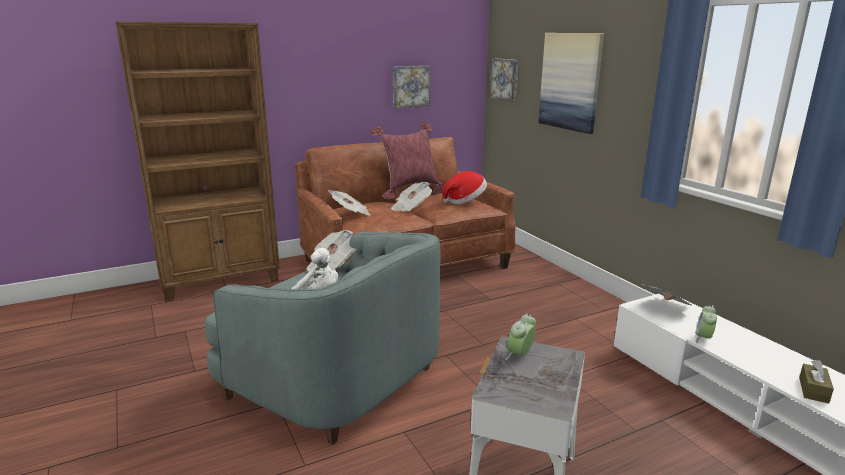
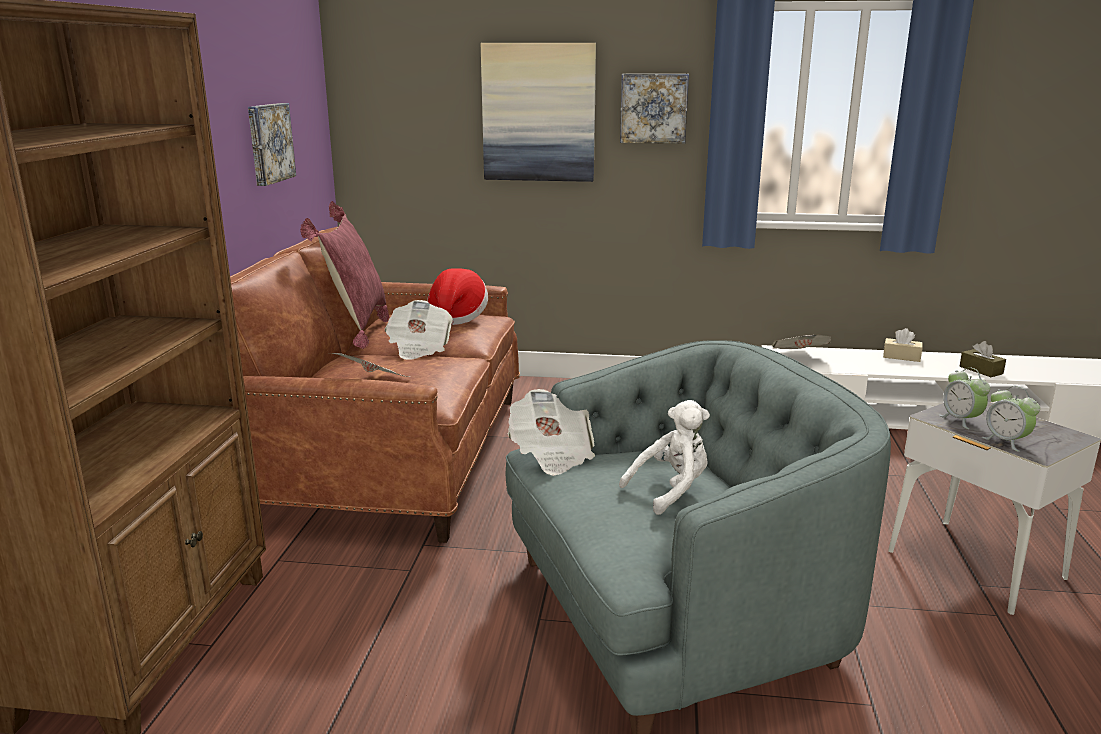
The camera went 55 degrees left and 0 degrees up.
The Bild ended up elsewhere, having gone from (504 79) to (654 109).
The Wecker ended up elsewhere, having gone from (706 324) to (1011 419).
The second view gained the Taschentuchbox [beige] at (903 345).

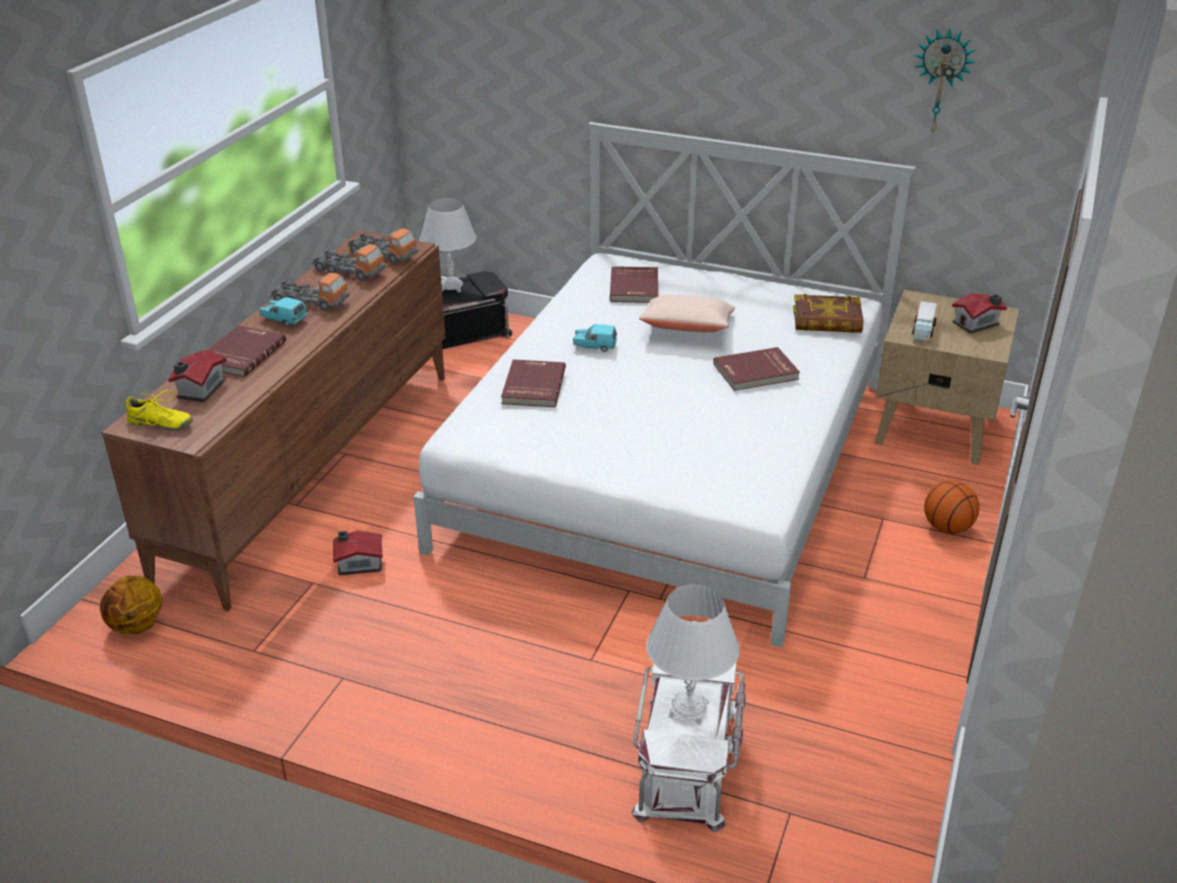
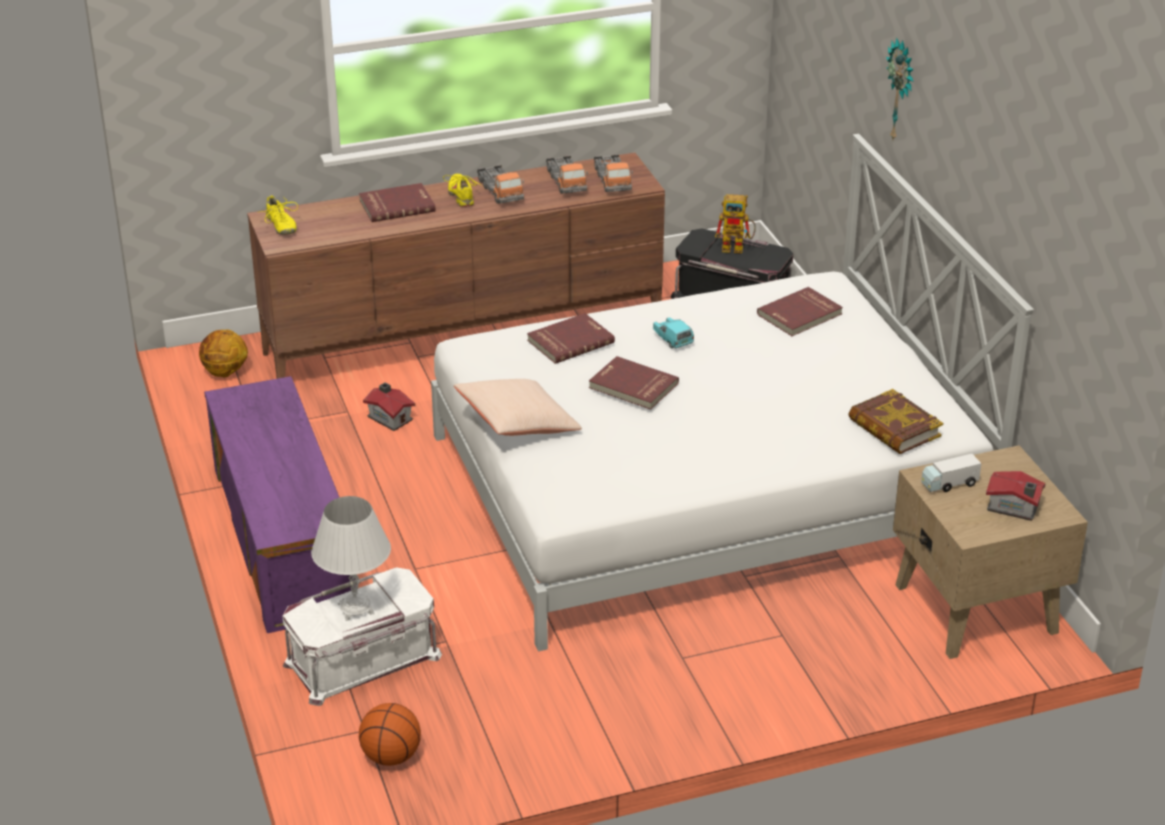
The camera went 50 degrees right and 0 degrees up.
The second view lost the Spielzeughaus at (198 375).
Where the Spielzeugauto [türkis] stood at (283 312), the Schuh [gelb] came to stand at (463 190).
Where the Tischlampe [weiß] stood at (448 245), the Spielzeugroboter came to stand at (735 223).
The Kissen [beige] ended up elsewhere, having gone from (687 313) to (518 407).
The Buch [rot] ended up elsewhere, having gone from (756 369) to (634 383).
The Wanduhr ended up elsewhere, having gone from (944 82) to (900 90).
The Basketball ended up elsewhere, having gone from (952 507) to (390 734).
The second view gained the Bank [lila] at (280 504).

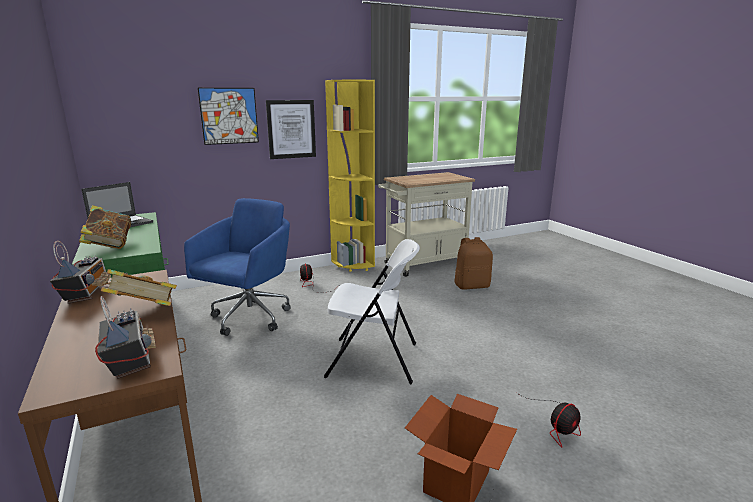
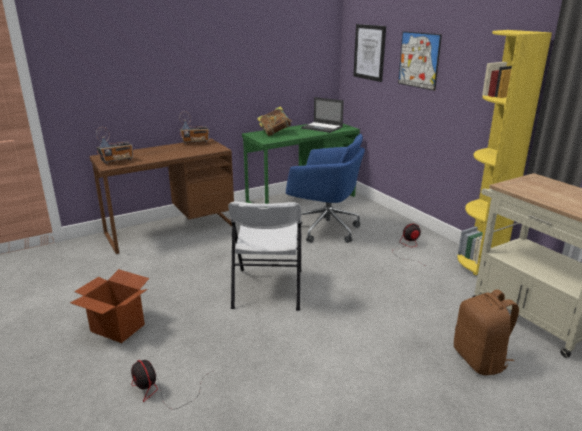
The camera went 85 degrees right and 5 degrees up.
The second view lost the Buch at (139 287).
The Bild ended up elsewhere, having gone from (291 129) to (369 53).

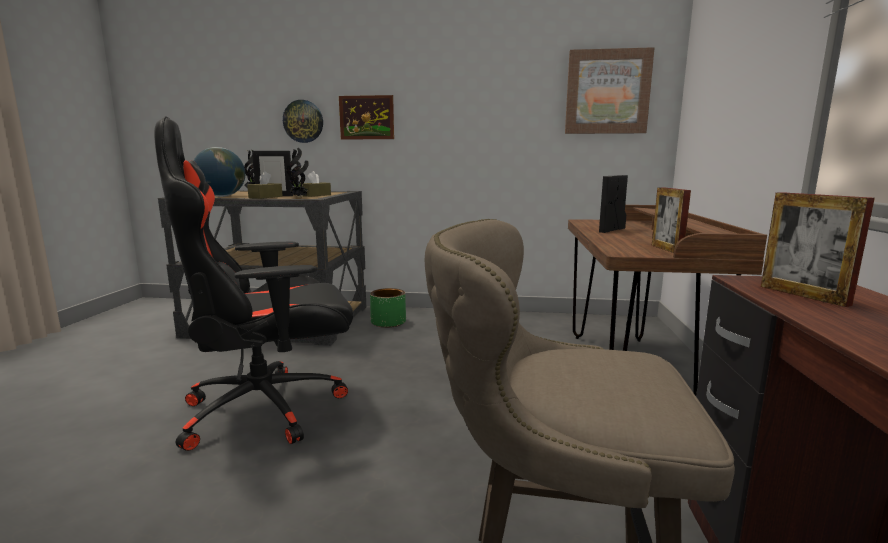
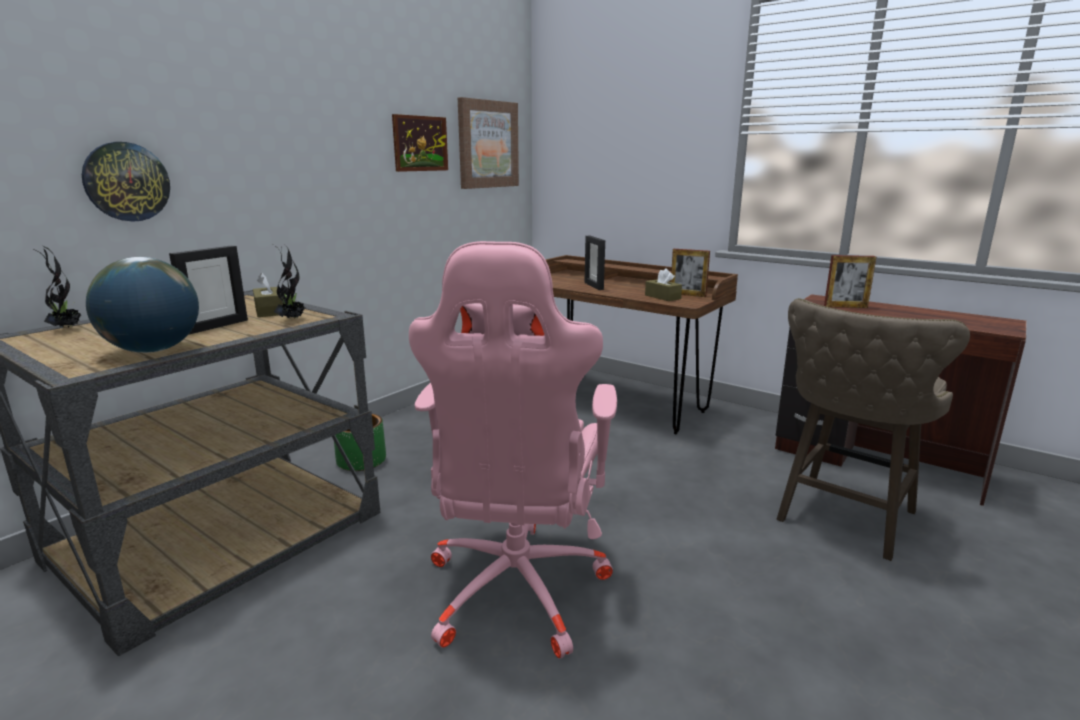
The camera went 60 degrees left and 5 degrees up.
What was the Bürostuhl [schwarz] at (253 283) turned into the Bürostuhl [rosa] at (513 450).
The Taschentuchbox [braun] ended up elsewhere, having gone from (265 185) to (663 284).
The Bild ended up elsewhere, having gone from (366 117) to (420 143).

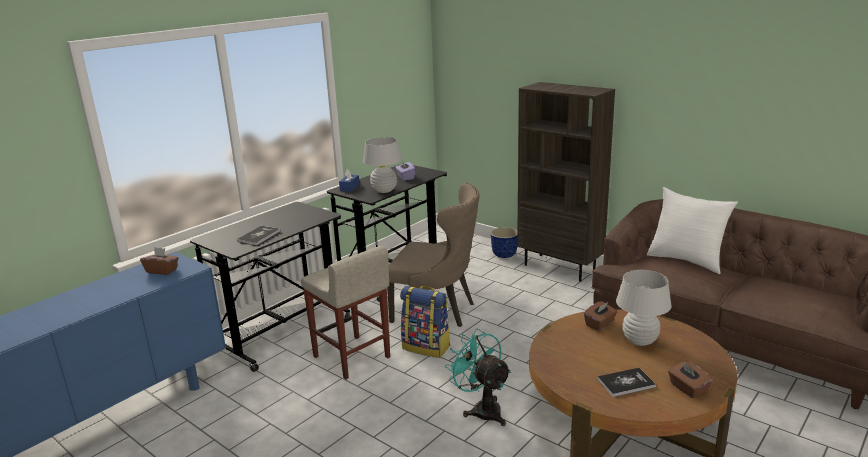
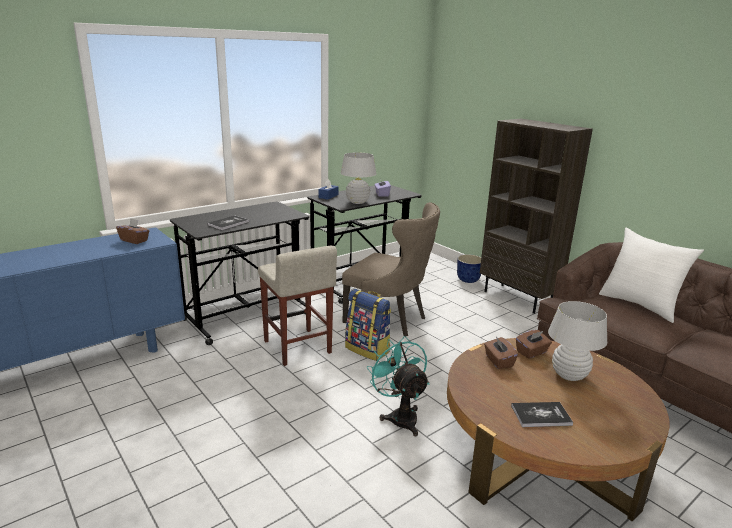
The camera went 10 degrees right and 0 degrees up.
The Taschentuchbox [braun] ended up elsewhere, having gone from (690 379) to (501 353).

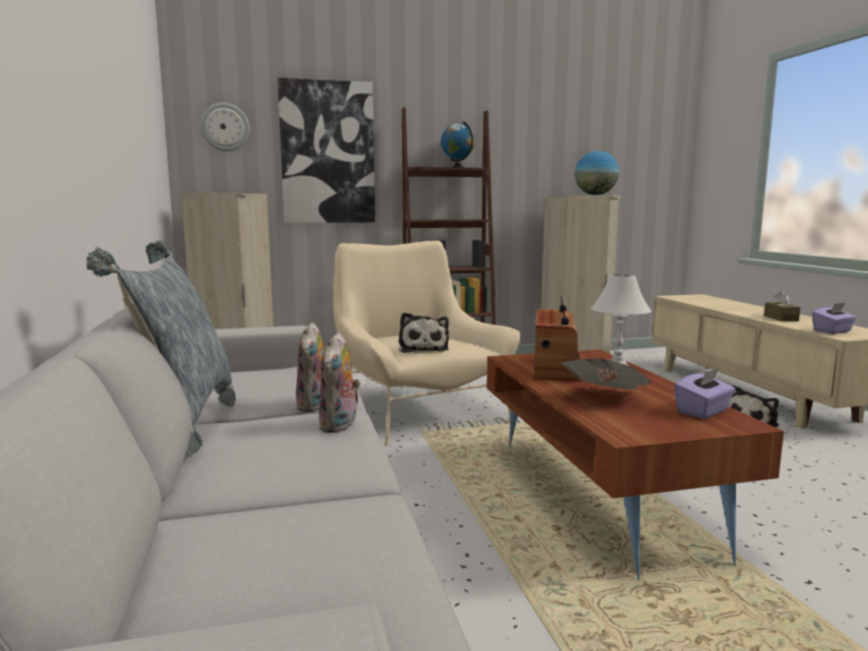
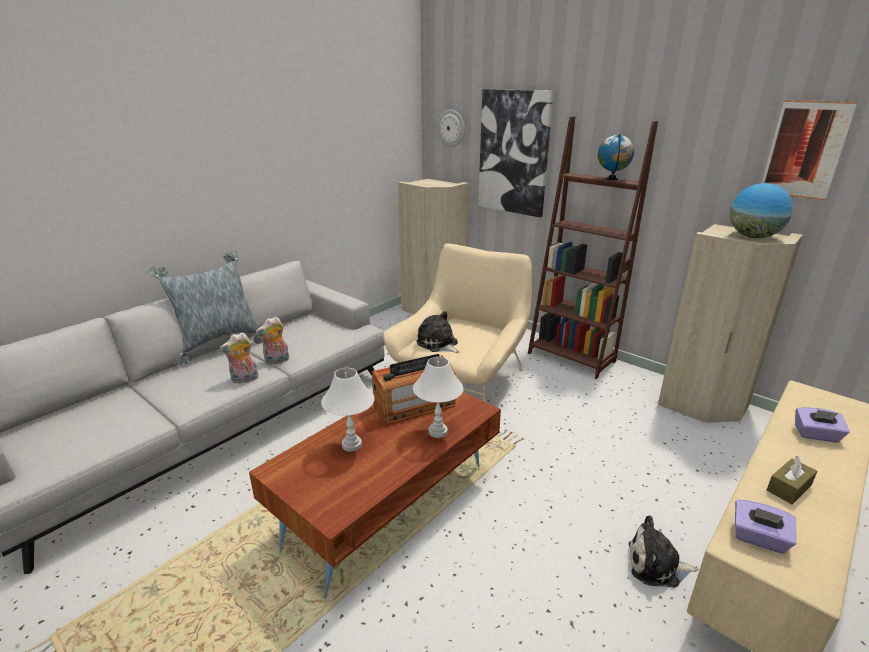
The camera went 55 degrees right and 15 degrees up.
The Plüschtier at (424 332) ended up facing another way, 90 degrees clockwise from before.
Where the Zeitung stood at (605 373), the Tischlampe [weiß] came to stand at (348 410).
The Taschentuchbox [lila] ended up elsewhere, having gone from (704 393) to (822 425).
The second view gained the Bild at (810 150).

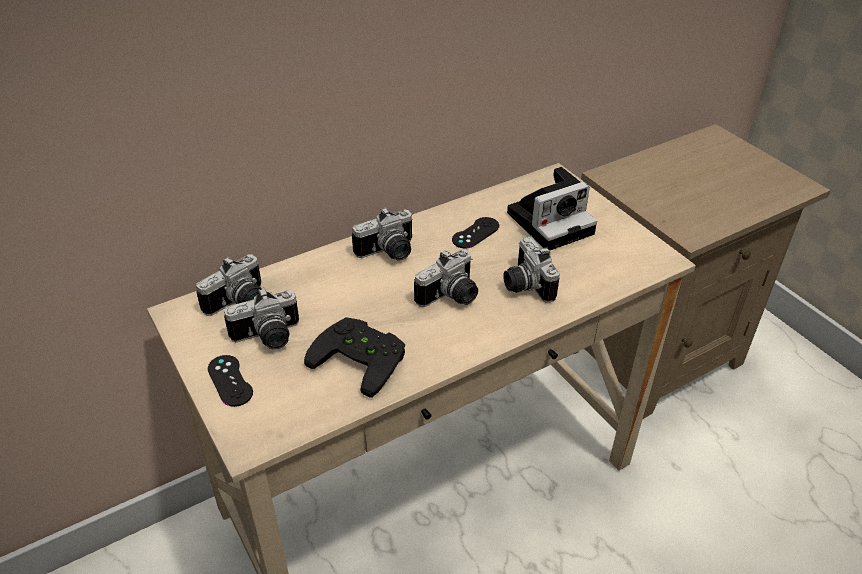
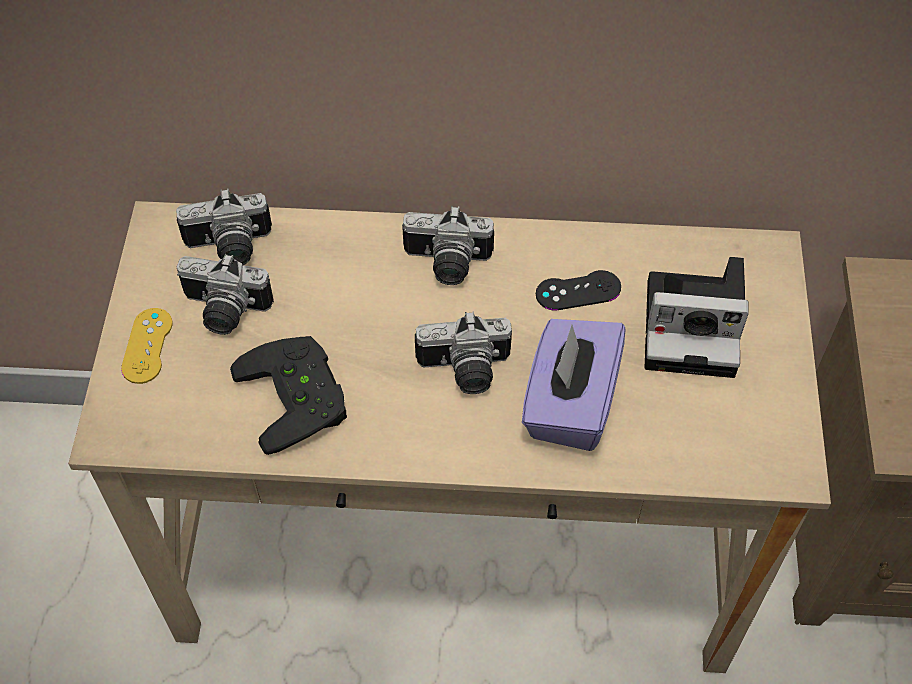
The camera went 35 degrees right and 15 degrees up.
What was the Gamepad [schwarz] at (230 381) turned into the Gamepad [gelb] at (147 346).
Where the Kamera stood at (531 269), the Taschentuchbox [lila] came to stand at (574 385).

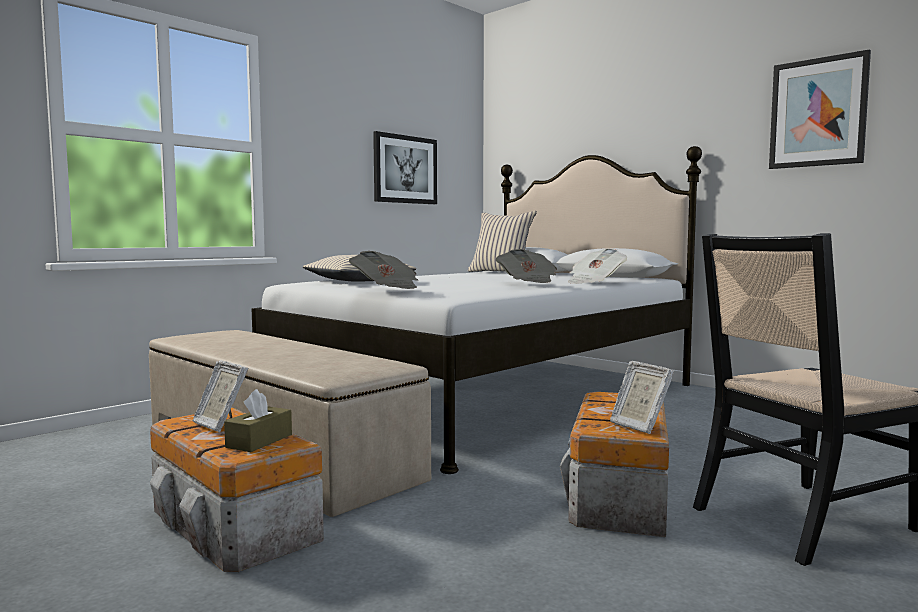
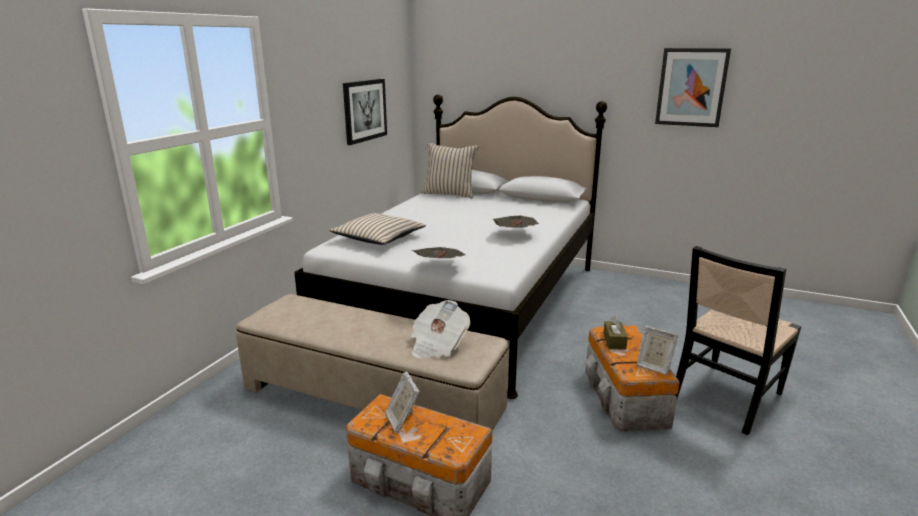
The camera went 20 degrees left and 15 degrees up.
The Bilderrahmen at (220 396) ended up facing another way, 45 degrees clockwise from before.
The Taschentuchbox [braun] ended up elsewhere, having gone from (258 420) to (615 333).
The Zeitung ended up elsewhere, having gone from (597 266) to (440 329).

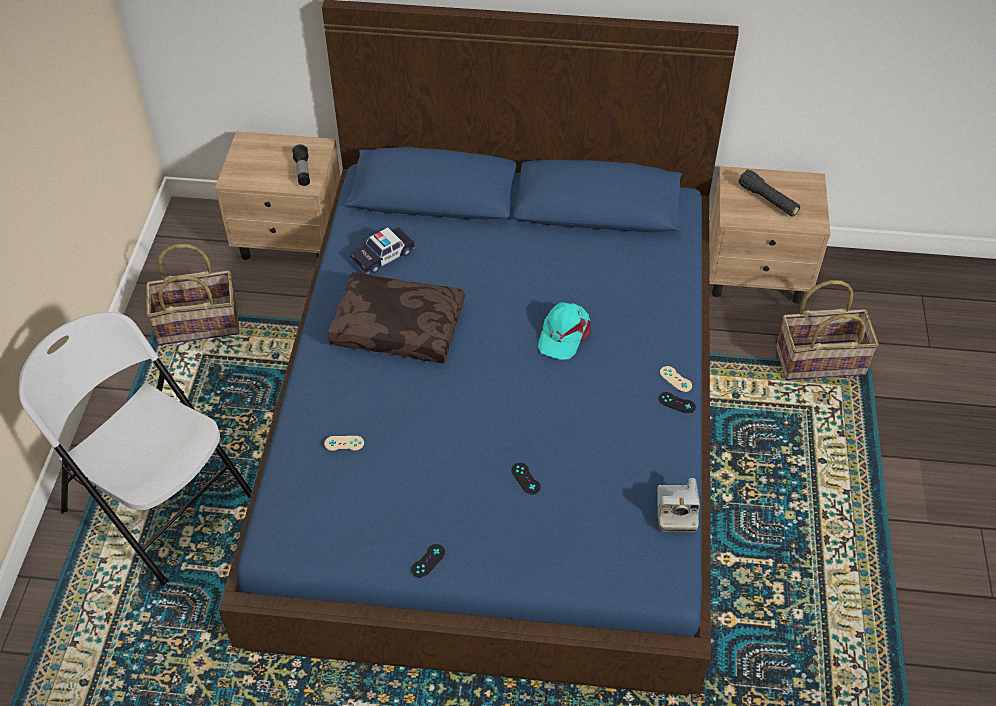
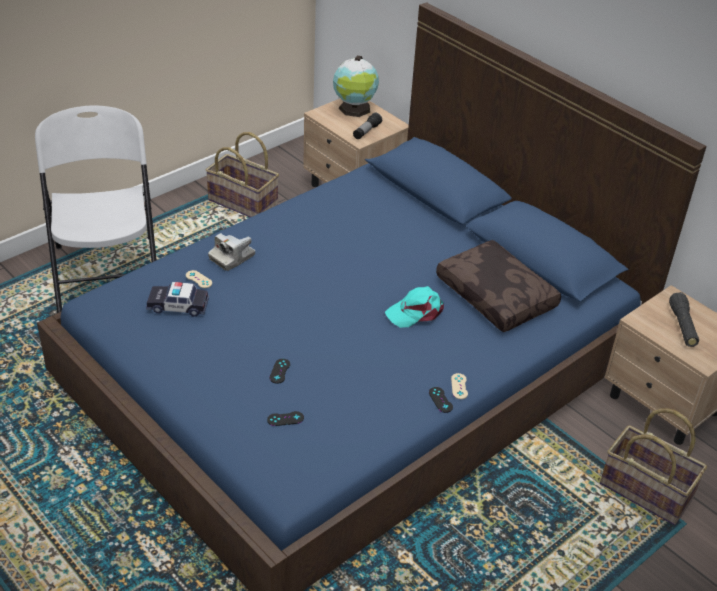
The camera went 40 degrees right and 10 degrees down.
The Kissen [braun] ended up elsewhere, having gone from (396 317) to (498 286).
The Spielzeugauto ended up elsewhere, having gone from (383 250) to (177 299).
The Gamepad [schwarz] ended up elsewhere, having gone from (428 561) to (285 418).
The Kamera ended up elsewhere, having gone from (678 505) to (231 252).
The second view gained the Globus at (356 86).

